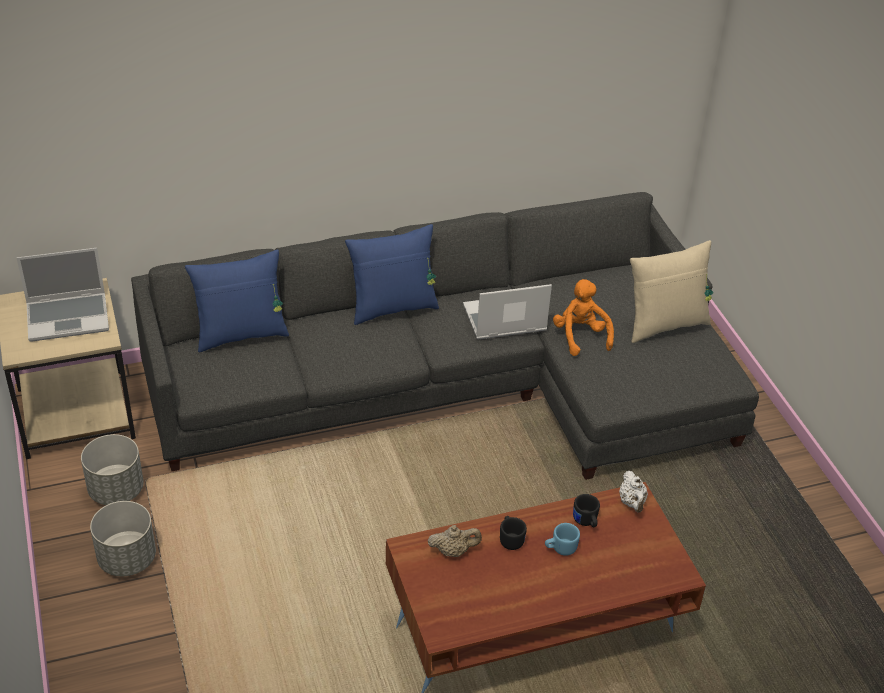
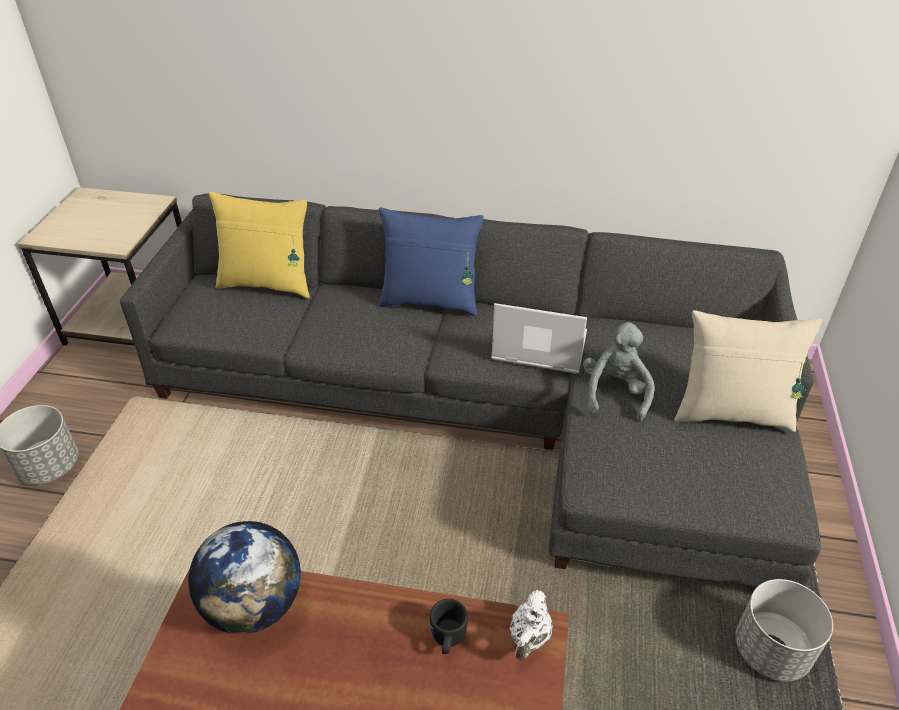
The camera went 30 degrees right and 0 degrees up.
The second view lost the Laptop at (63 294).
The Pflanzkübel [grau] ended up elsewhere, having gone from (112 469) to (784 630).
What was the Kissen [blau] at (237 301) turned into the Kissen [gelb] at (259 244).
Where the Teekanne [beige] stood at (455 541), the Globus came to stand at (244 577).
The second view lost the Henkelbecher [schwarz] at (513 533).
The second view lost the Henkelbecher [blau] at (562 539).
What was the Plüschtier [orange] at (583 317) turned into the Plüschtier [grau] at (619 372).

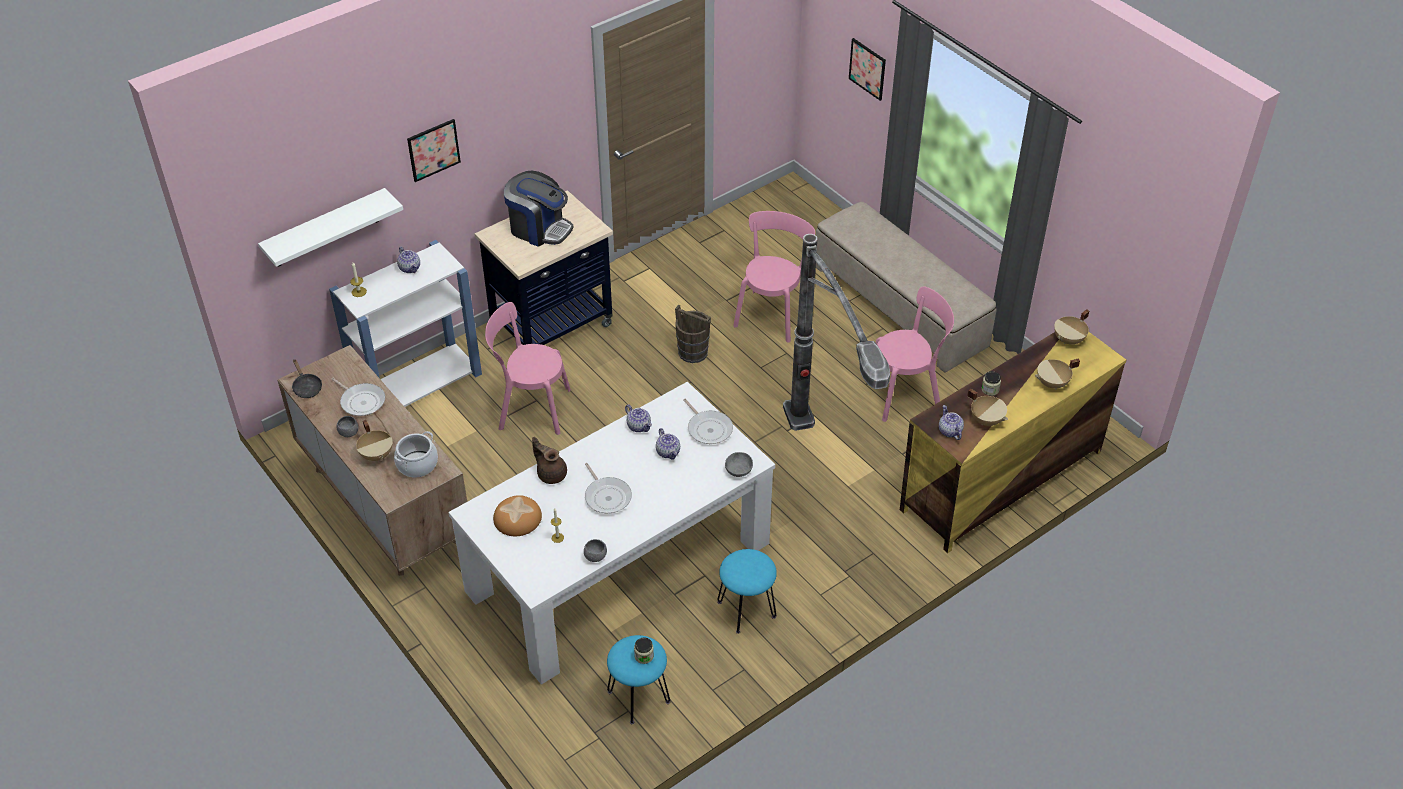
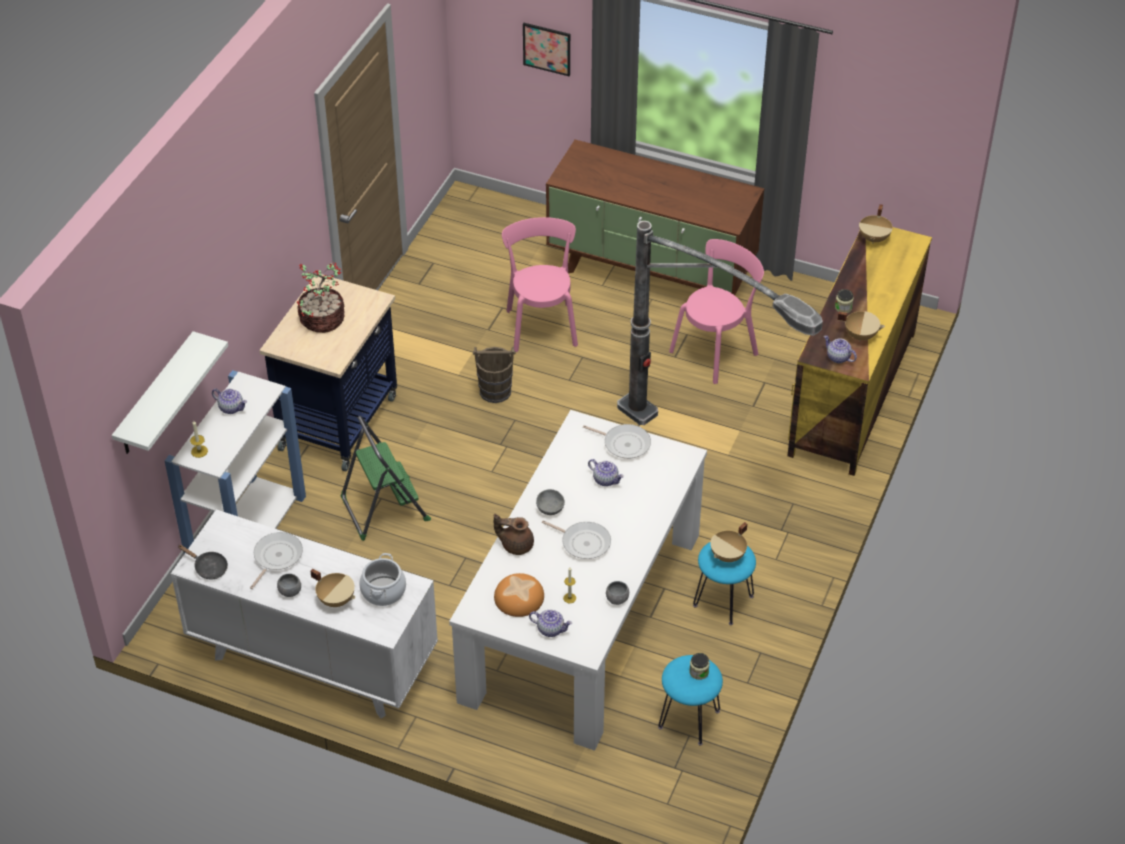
The camera went 30 degrees left and 0 degrees up.
What was the Kommode [grün] at (372 460) turned into the Kommode [weiß] at (304 613).
The Pfanne at (358 397) ended up facing another way, 75 degrees counterclockwise from before.
The second view lost the Bild at (434 150).
Where the Stuhl [rosa] stood at (528 368), the Trittleiter [grün] came to stand at (386 478).
Where the Kaffeemaschine stood at (538 209), the Topfpflanze came to stand at (321 298).
The Teekanne ended up elsewhere, having gone from (638 418) to (550 623).
The Schüssel [grau] ended up elsewhere, having gone from (739 464) to (550 502).
Where the Bank [beige] stood at (906 287), the Kommode [braun] came to stand at (655 217).
The Kochtopf [beige] ended up elsewhere, having gone from (1057 374) to (728 542).

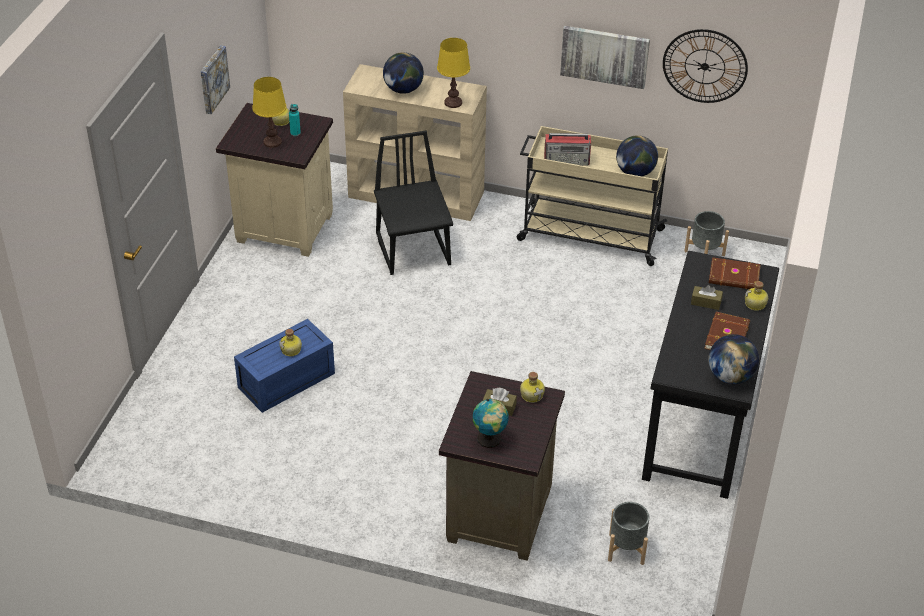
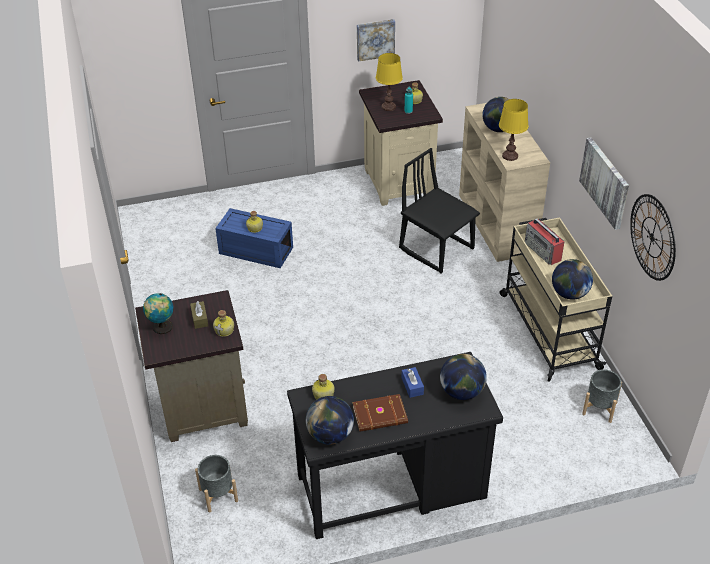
The camera went 60 degrees right and 0 degrees up.
The Stuhl [schwarz] at (413 203) ended up facing another way, 90 degrees counterclockwise from before.
What was the Taschentuchbox [braun] at (707 297) turned into the Taschentuchbox [blau] at (412 382).
Where the Buch [braun] stood at (735 273), the Globus came to stand at (463 377).
The Flasche ended up elsewhere, having gone from (756 296) to (323 387).

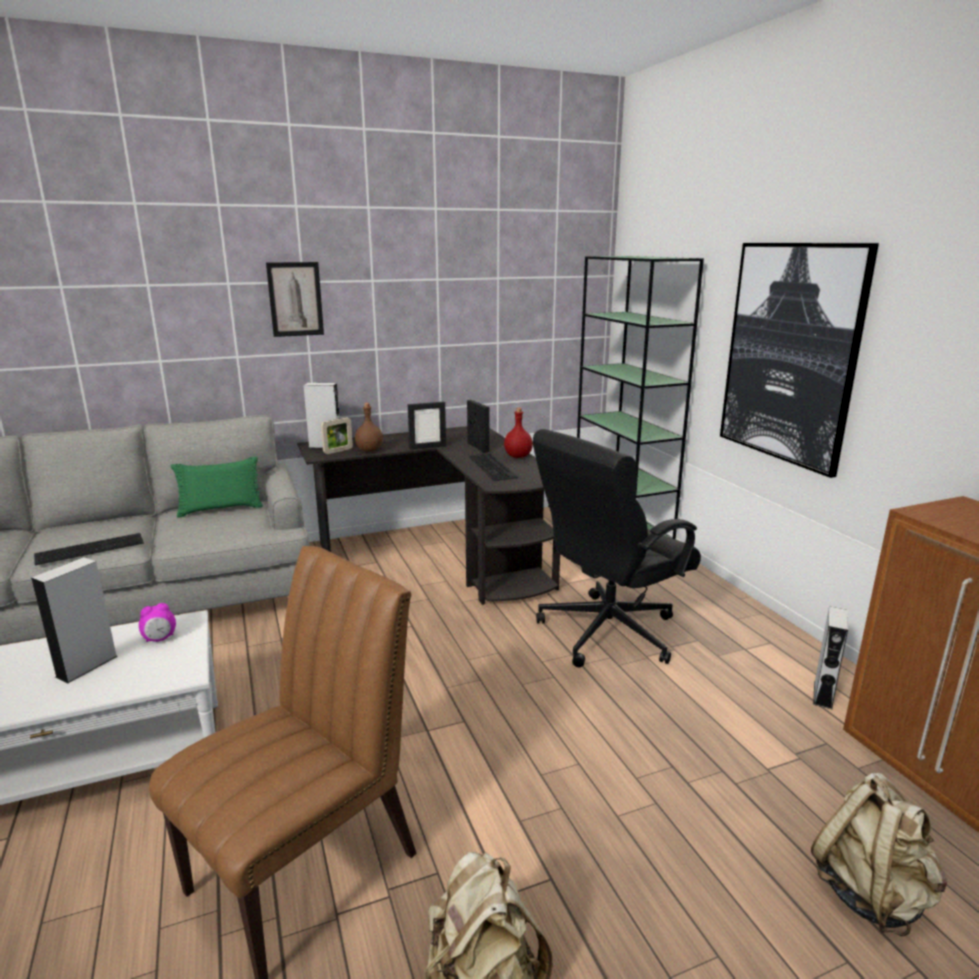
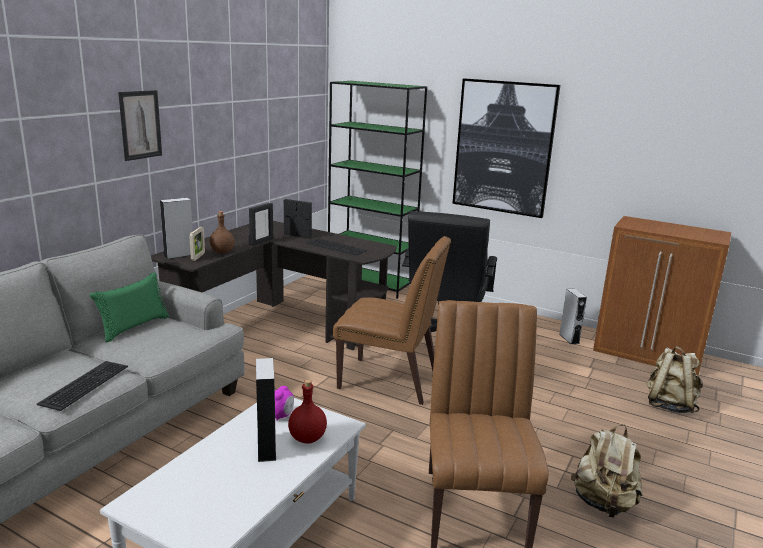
The camera went 40 degrees left and 0 degrees up.
The Flasche [rot] ended up elsewhere, having gone from (518 433) to (307 412).
The second view gained the Stuhl [braun] at (392 320).

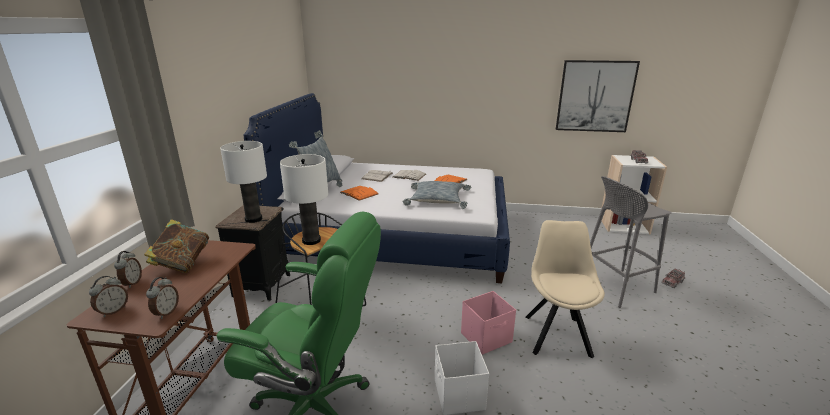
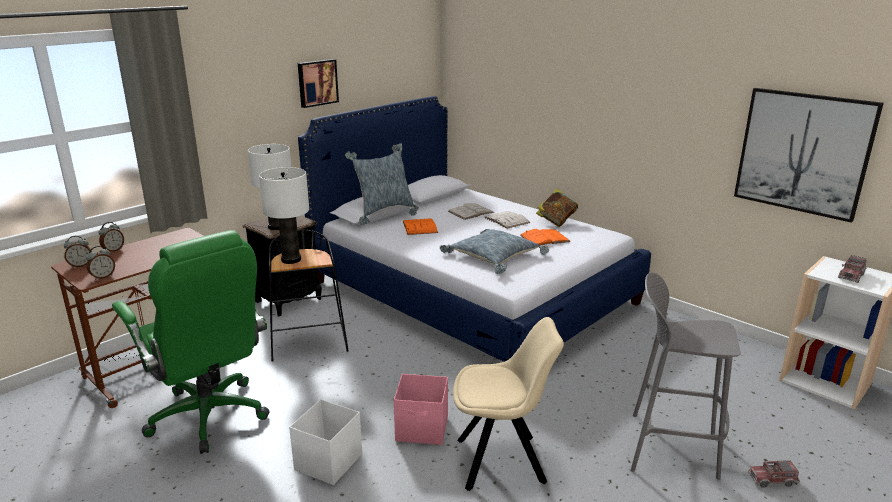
The camera went 35 degrees right and 0 degrees up.
The Buch ended up elsewhere, having gone from (176 246) to (557 208).
The Stuhl [beige] at (565 289) ended up facing another way, 45 degrees clockwise from before.
The second view gained the Bild at (318 83).

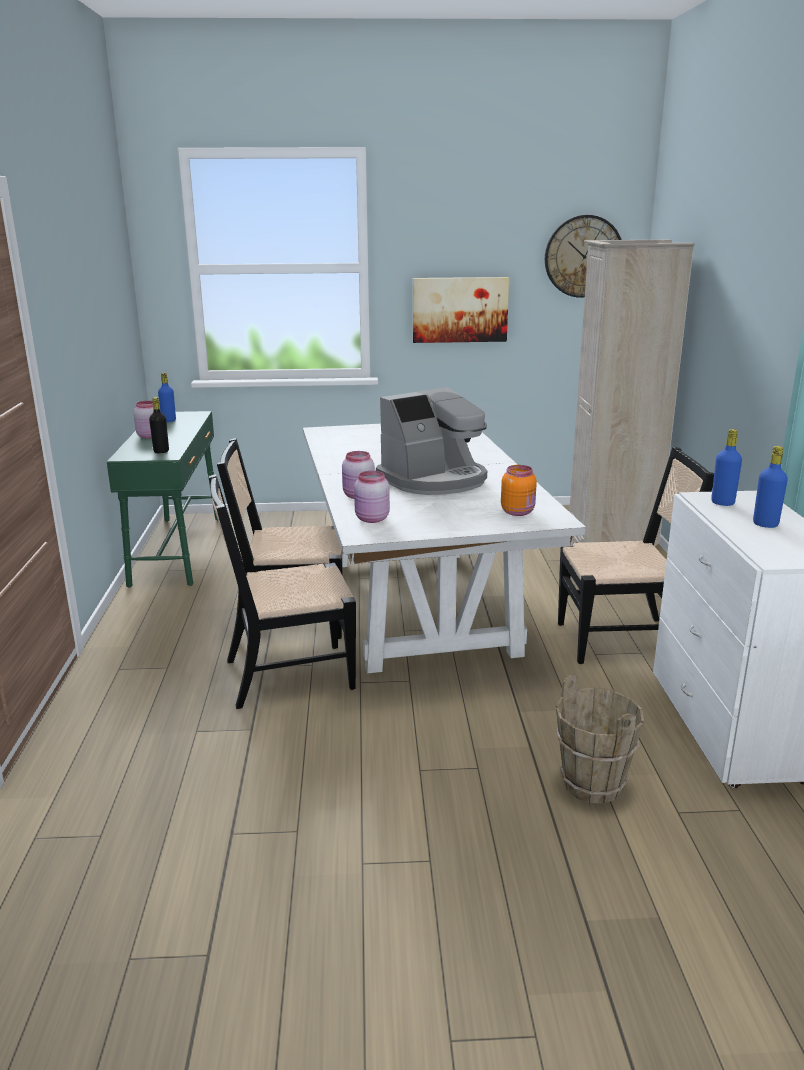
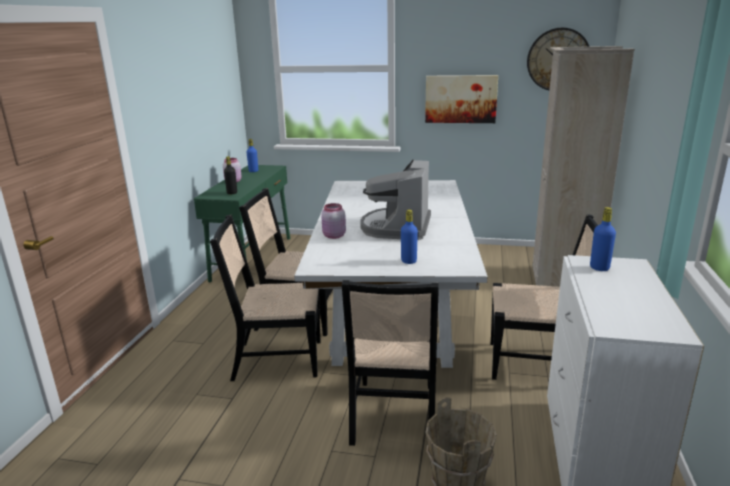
The camera went 15 degrees right and 0 degrees up.
The second view lost the Vorratsglas [rosa] at (372 497).
The Kaffeemaschine at (431 441) ended up facing another way, 120 degrees clockwise from before.
The second view lost the Vorratsglas [orange] at (519 490).
The Flasche [blau] ended up elsewhere, having gone from (770 487) to (409 237).
The second view gained the Stuhl at (390 363).

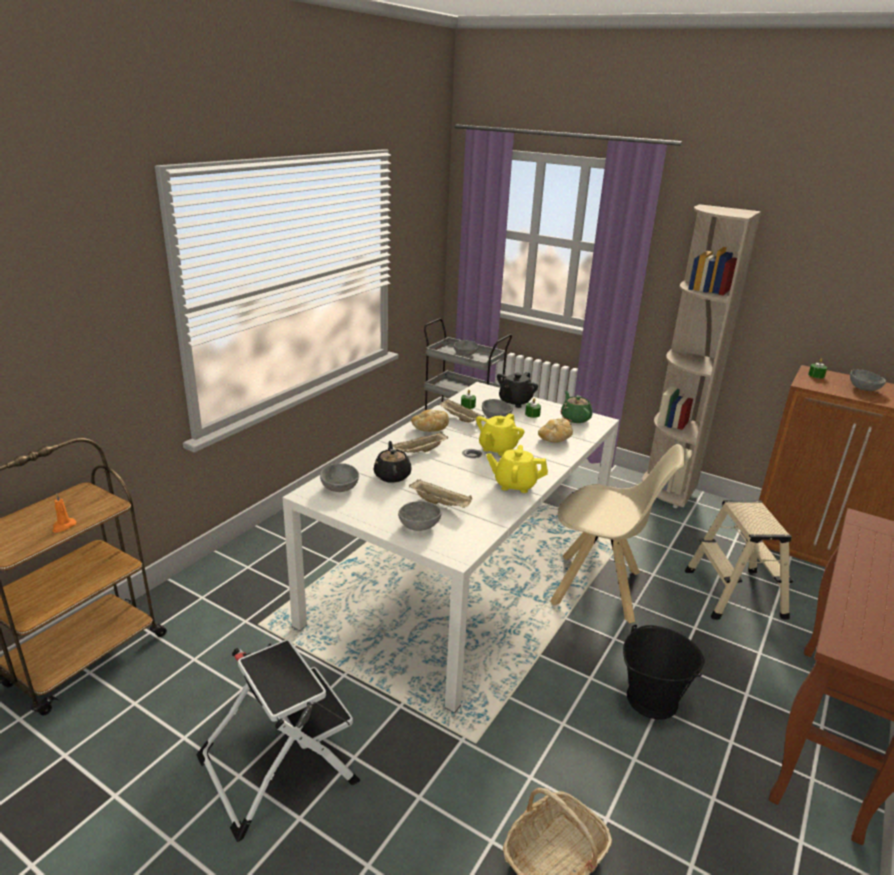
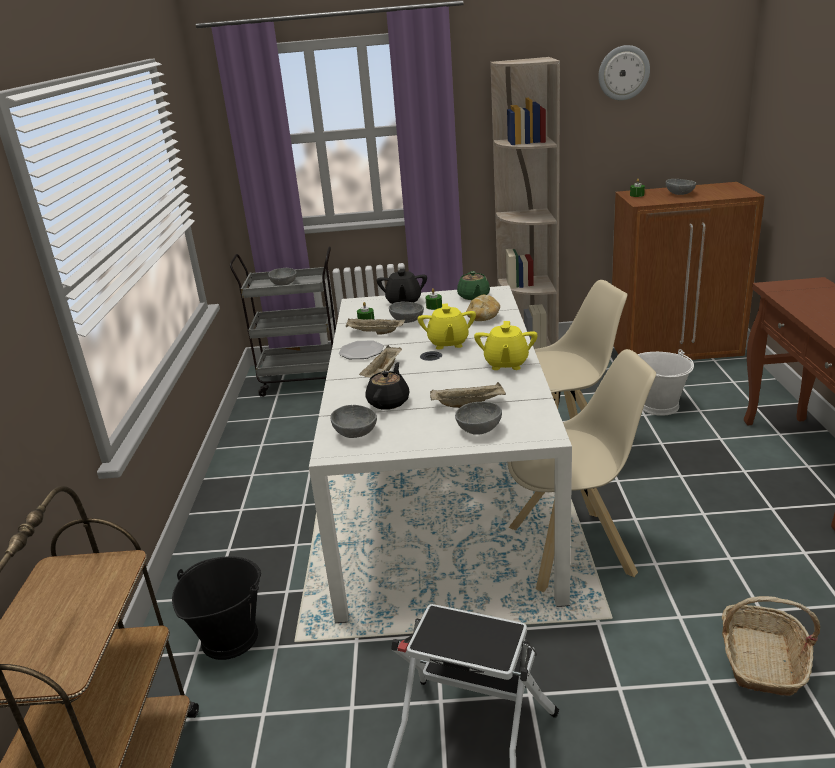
The camera went 30 degrees left and 0 degrees up.
The second view lost the Kerze [orange] at (64 513).
The Teekanne [schwarz] at (392 462) ended up facing another way, 60 degrees clockwise from before.
Where the Brot stood at (430 421), the Teller came to stand at (361 349).
The Teekanne [gelb] at (517 469) ended up facing another way, 60 degrees counterclockwise from before.
The Teekanne [grün] at (577 407) ended up facing another way, 135 degrees counterclockwise from before.
The Eimer [schwarz] ended up elsewhere, having gone from (664 672) to (216 608).
Where the Trittleiter [beige] stood at (739 560), the Eimer [weiß] came to stand at (666 382).
The second view gained the Stuhl [beige] at (582 470).
The second view gained the Wanduhr at (624 73).

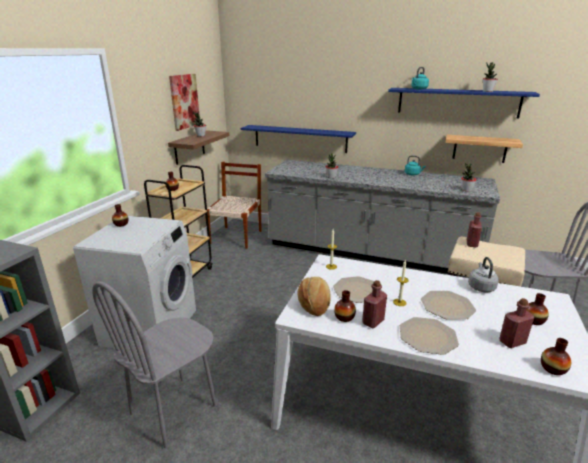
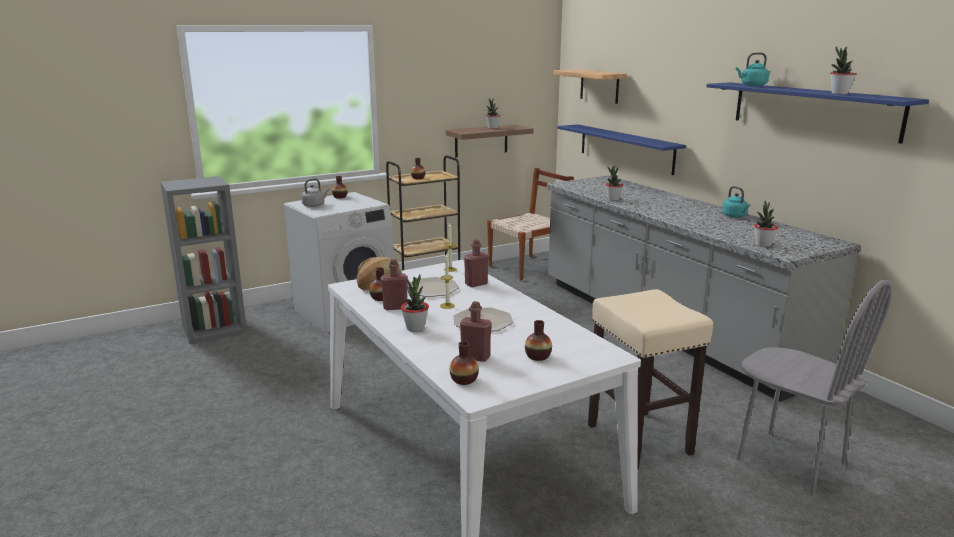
The camera went 40 degrees right and 5 degrees down.
The second view lost the Stuhl [grau] at (154 364).
The second view lost the Bild at (184 102).
Where the Teller stood at (429 336), the Topfpflanze came to stand at (415 303).
The Wandregal ended up elsewhere, having gone from (484 149) to (590 86).
The Flasche [rot] ended up elsewhere, having gone from (474 230) to (476 263).
The Wasserkessel [grau] ended up elsewhere, having gone from (483 275) to (315 192).

